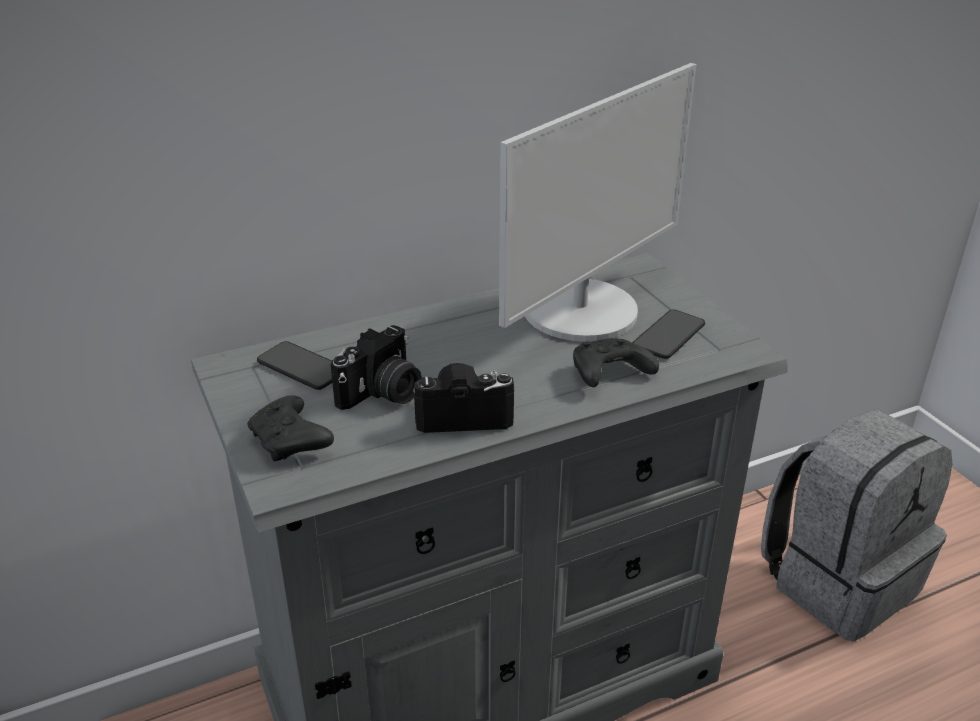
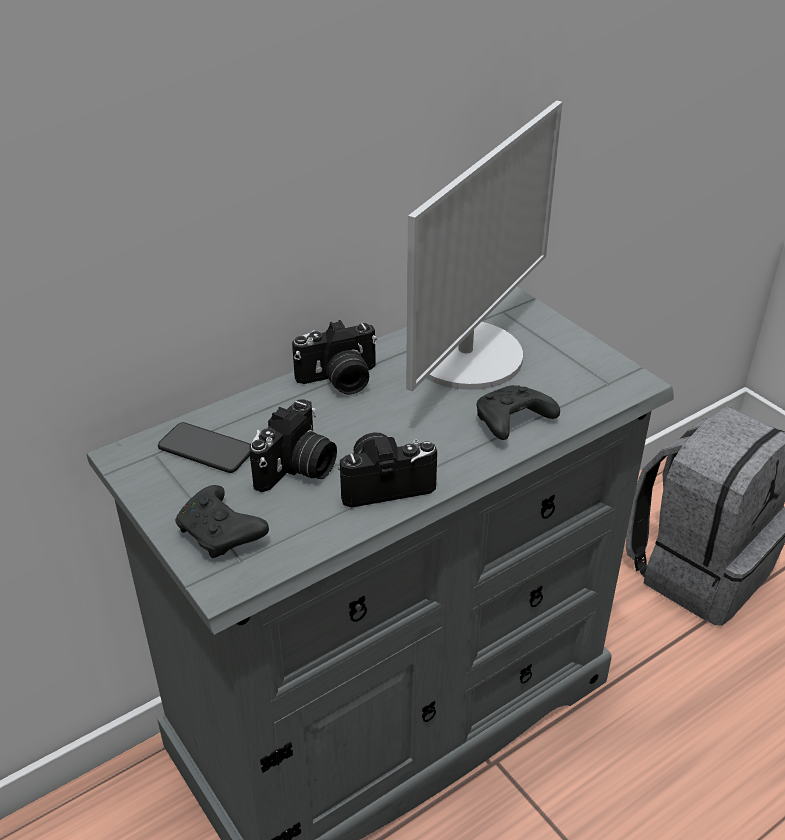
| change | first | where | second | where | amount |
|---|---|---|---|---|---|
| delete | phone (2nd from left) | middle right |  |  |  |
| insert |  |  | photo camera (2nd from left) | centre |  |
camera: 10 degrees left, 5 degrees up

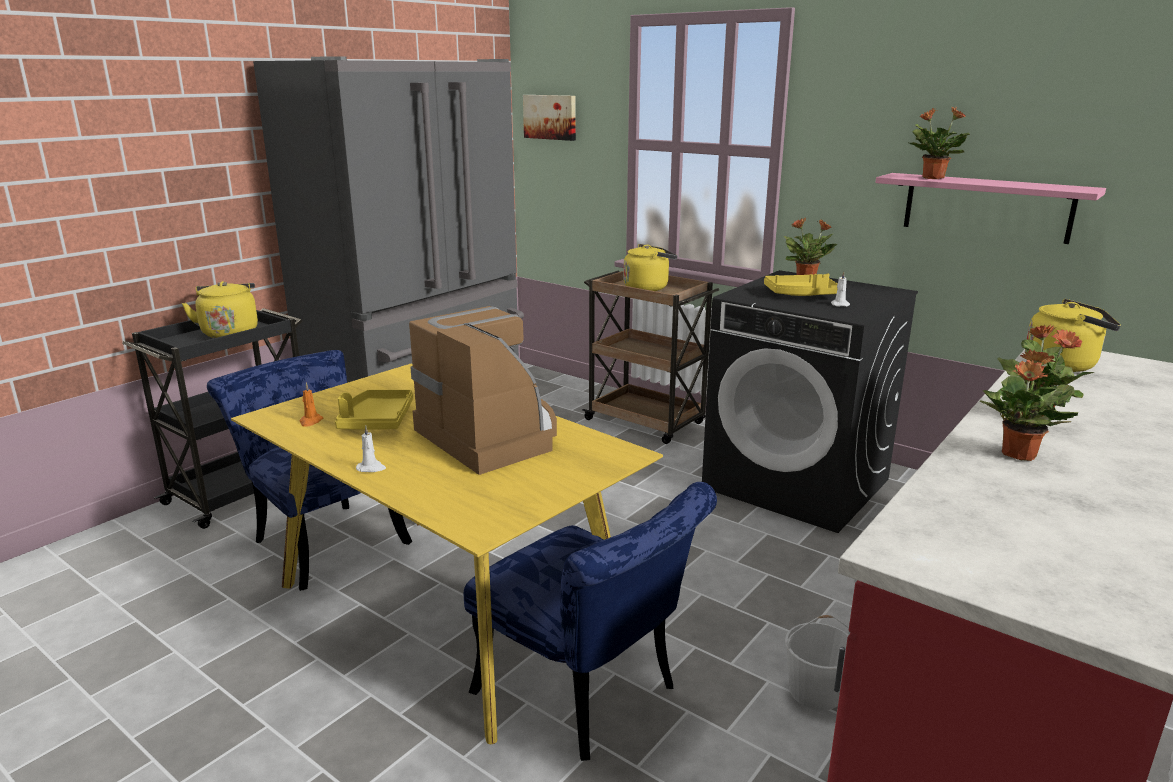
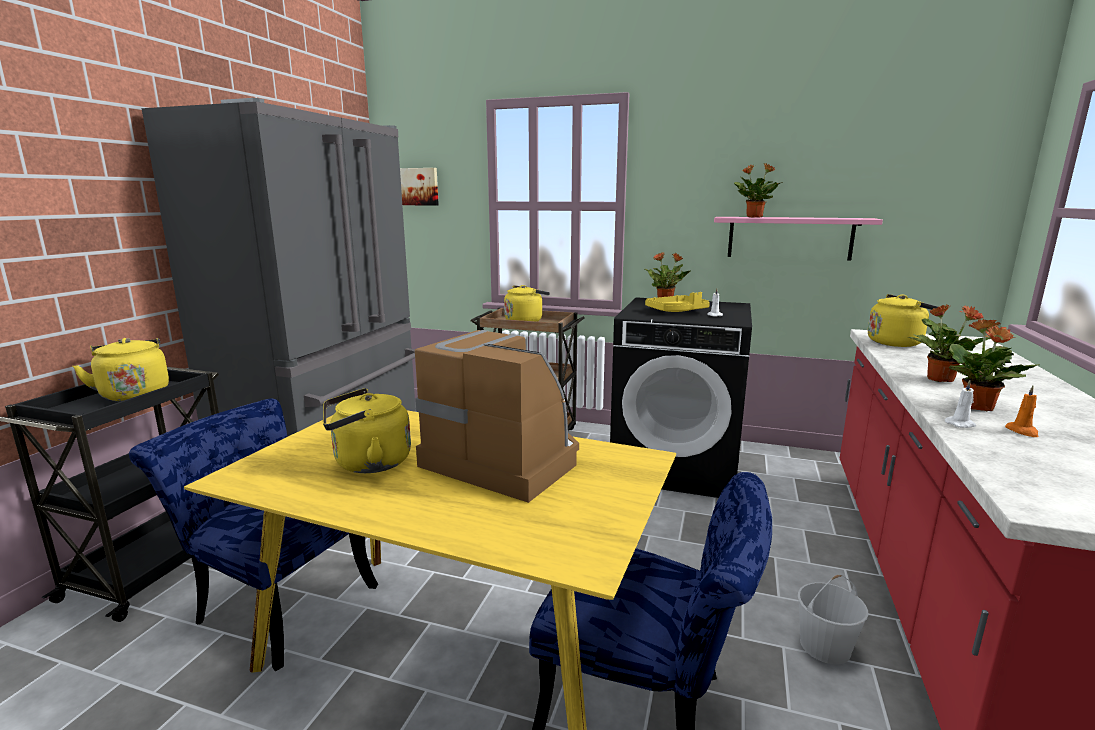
| change | first | where | second | where | amount |
|---|---|---|---|---|---|
| move | orange candle | middle left |  | middle right |  |
| move | white candle (1st from left in the first image) | middle left | white candle (2nd from left) | middle right |  |
| replace | yellow tray (1st from left) | middle left | yellow kettle (2nd from left) | centre |  |
camera: 20 degrees left, 5 degrees down

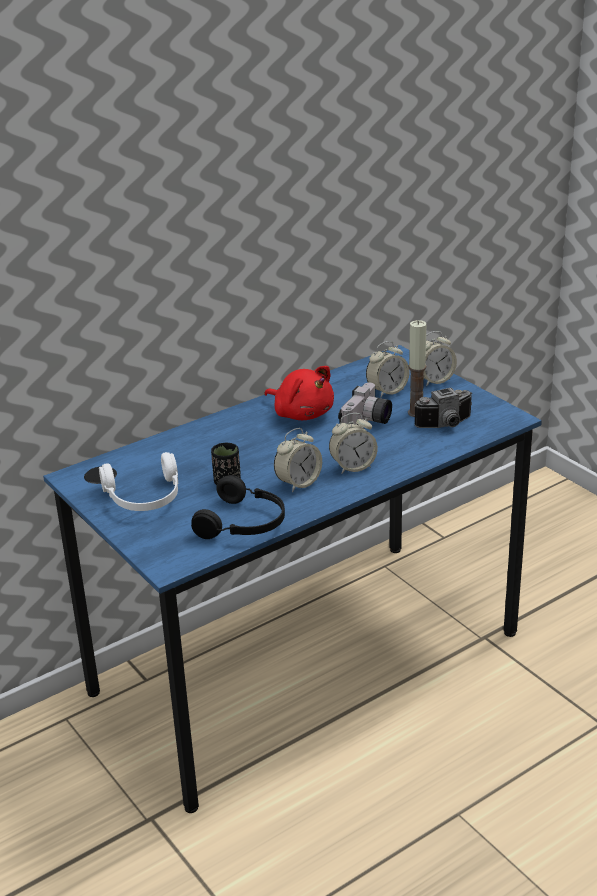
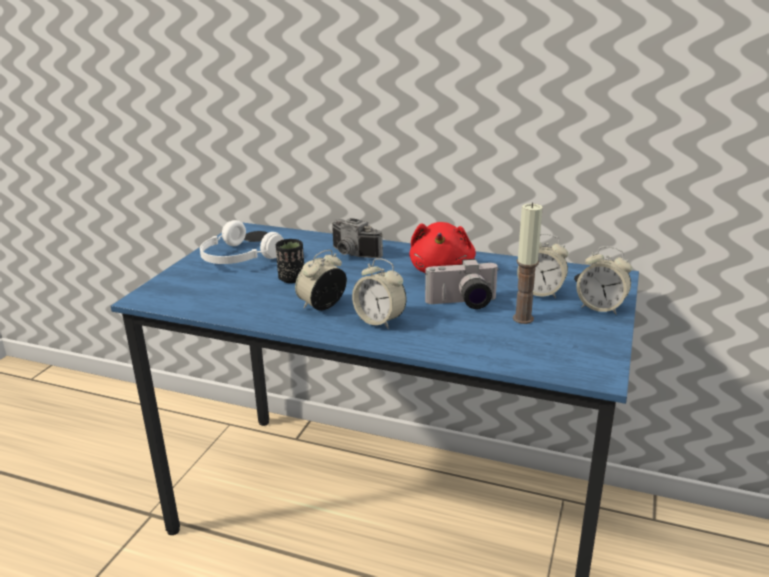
| change | first | where | second | where | amount |
|---|---|---|---|---|---|
| delete | black headphones | centre |  |  |  |
| move | photo camera (2nd from left in the first image) | middle right | photo camera (1st from left) | centre |  |
| rotate | alarm clock (1st from left) | centre |  | centre | 120 degrees clockwise |
camera: 55 degrees right, 5 degrees down

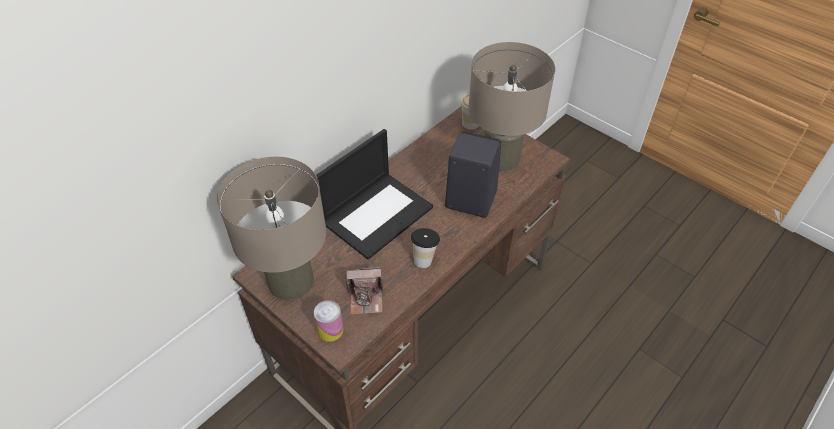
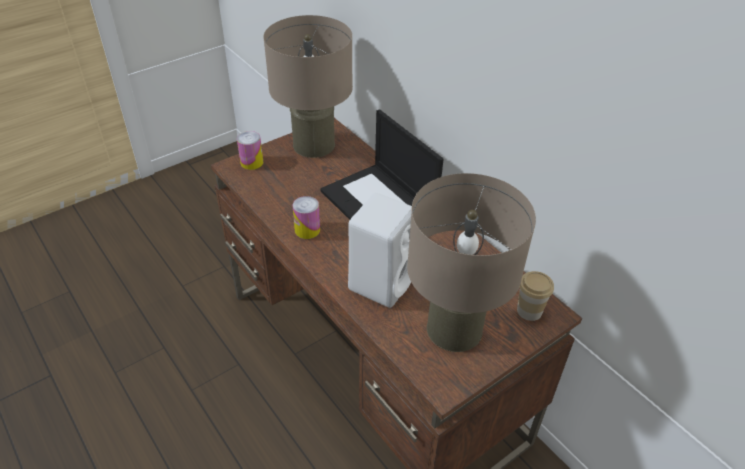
| change | first | where | second | where | amount |
|---|---|---|---|---|---|
| delete | photo camera | bottom centre |  |  |  |
| replace | cup (1st from left) | centre | can (2nd from left) | centre |  |
| recolor | black speaker | centre | white speaker | centre |  |
camera: 100 degrees right, 5 degrees down

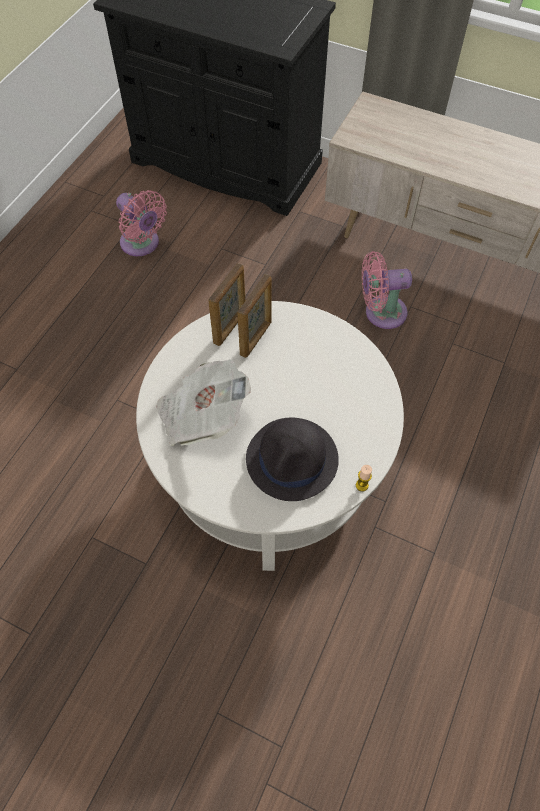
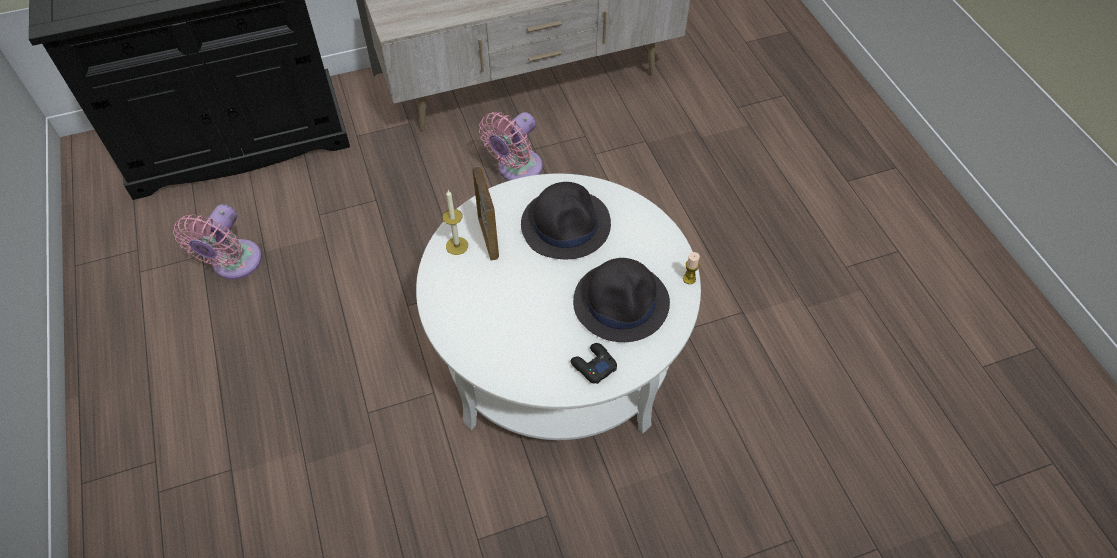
| change | first | where | second | where | amount |
|---|---|---|---|---|---|
| delete | newspaper | centre |  |  |  |
| insert |  |  | black hat (1st from left) | centre |  |
| insert |  |  | black game controller | centre |  |
| replace | picture frame (1st from left) | centre | candle (1st from left) | centre |  |
| rotate | pink fan (1st from left) | top left |  | middle left | 105 degrees clockwise |
camera: 45 degrees left, 5 degrees down

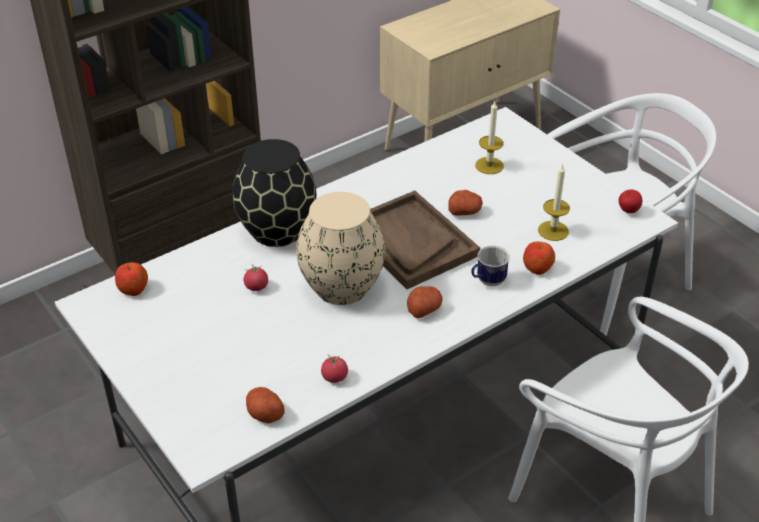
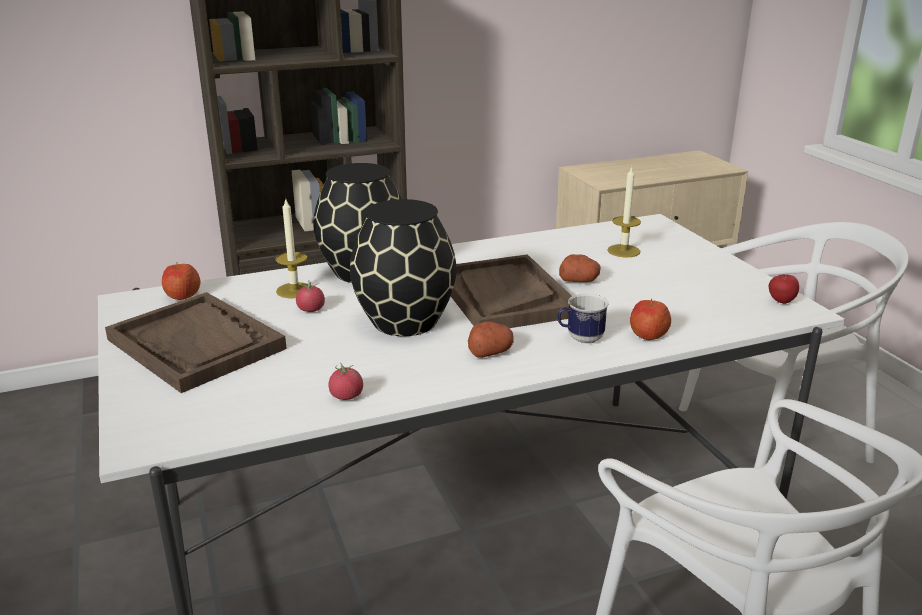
| change | first | where | second | where | amount |
|---|---|---|---|---|---|
| delete | potato (1st from left) | bottom centre |  |  |  |
| insert |  |  | brown tray (1st from left) | middle left |  |
| move | candle (2nd from left in the first image) | middle right | candle (1st from left) | middle left |  |
| recolor | beige vase | centre | black vase (2nd from left) | centre |  |
camera: 15 degrees right, 15 degrees down

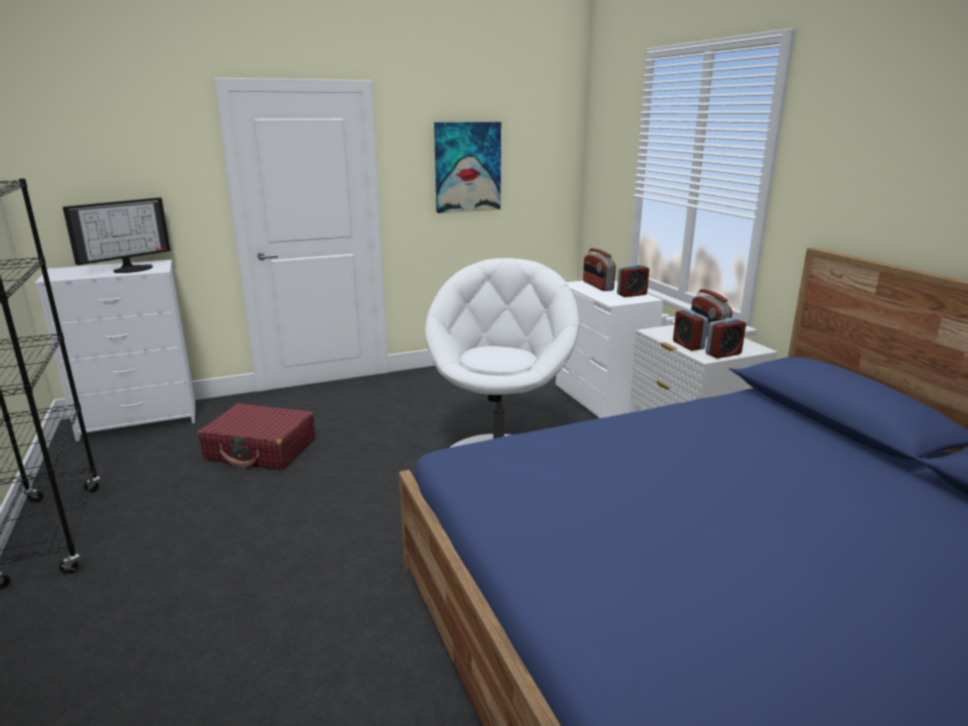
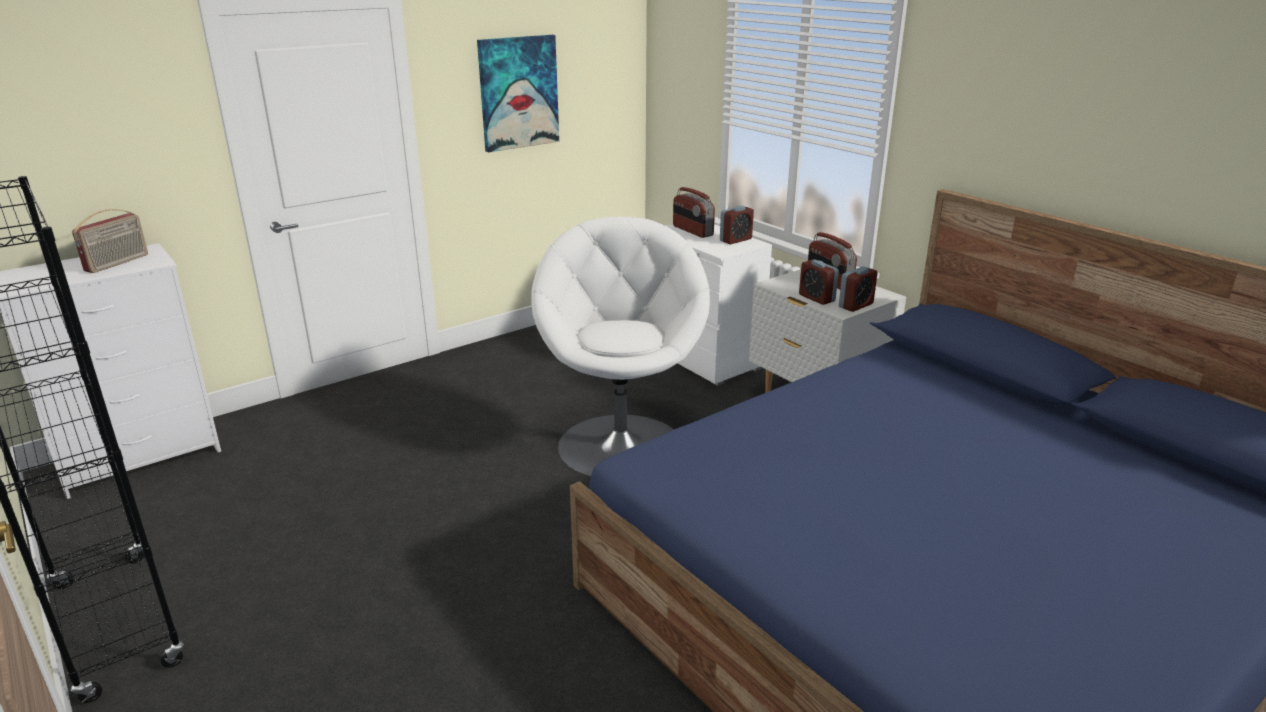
| change | first | where | second | where | amount |
|---|---|---|---|---|---|
| delete | red suitcase | middle left |  |  |  |
| replace | monitor | top left | radio (1st from left) | middle left |  |
camera: 15 degrees left, 5 degrees up

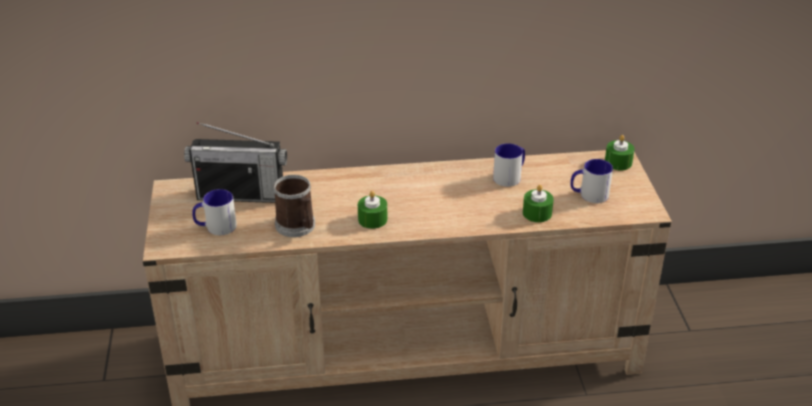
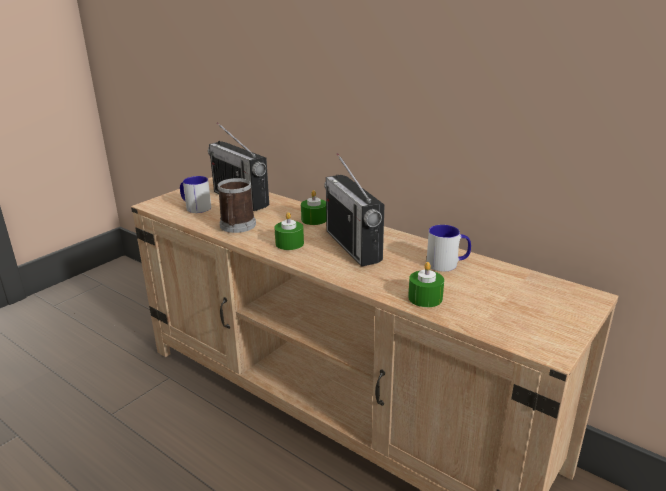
| change | first | where | second | where | amount |
|---|---|---|---|---|---|
| delete | mug (4th from left) | middle right |  |  |  |
| insert |  |  | radio (2nd from left) | centre |  |
| move | green candle (3rd from left in the first image) | middle right | green candle (2nd from left) | centre |  |
camera: 45 degrees right, 10 degrees down

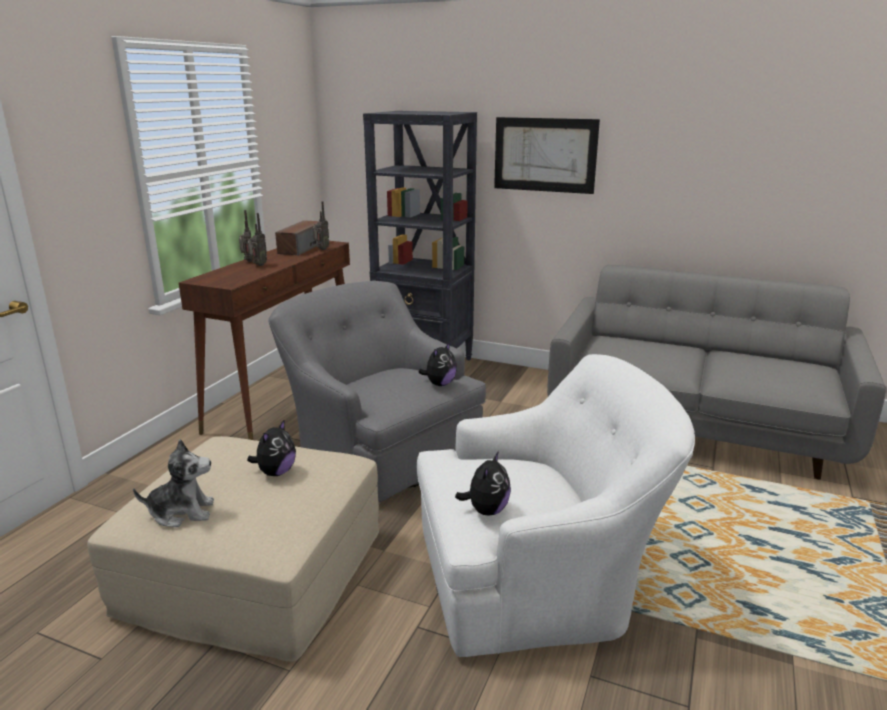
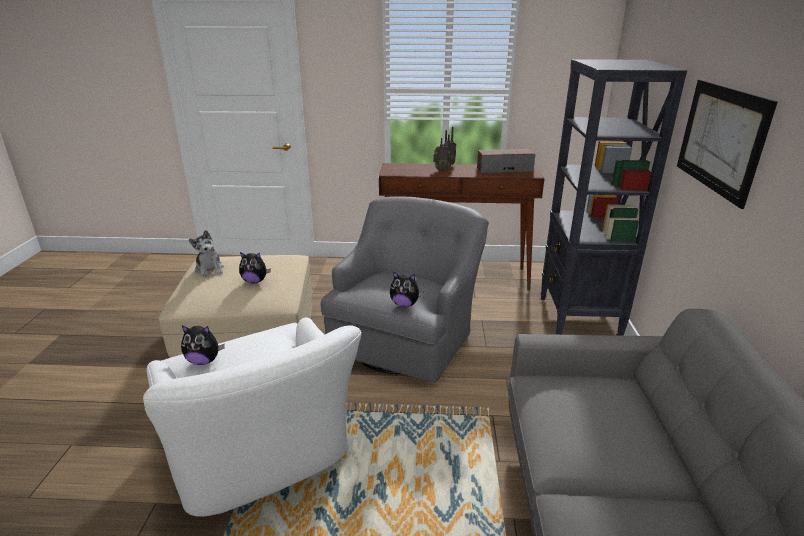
| change | first | where | second | where | amount |
|---|---|---|---|---|---|
| delete | radio (3rd from left) | top centre |  |  |  |
camera: 70 degrees right, 5 degrees up

